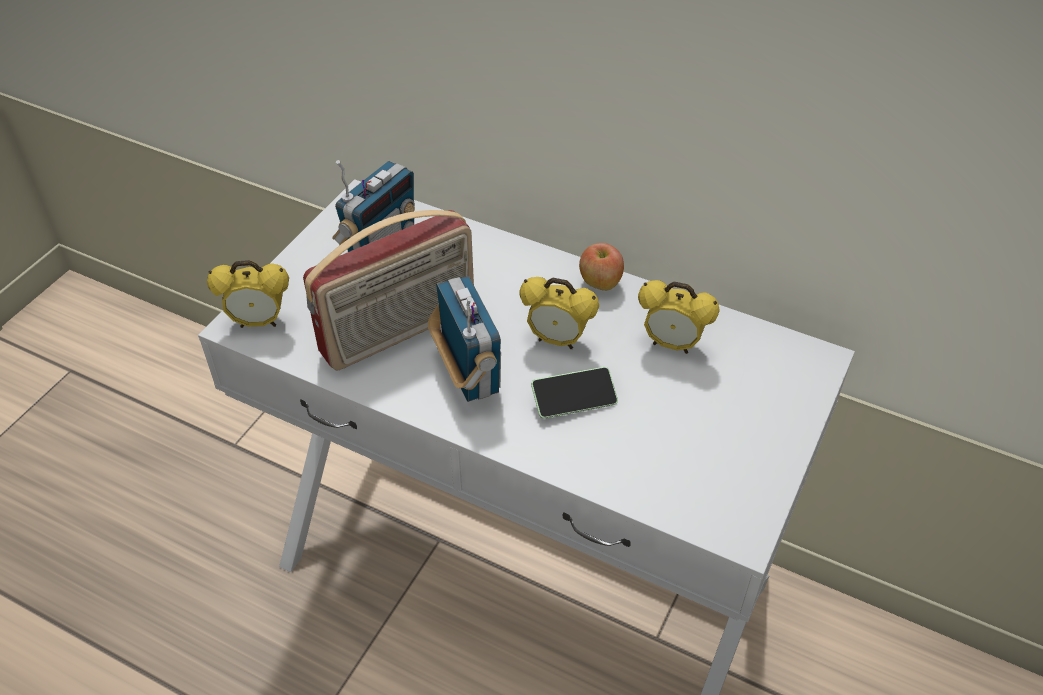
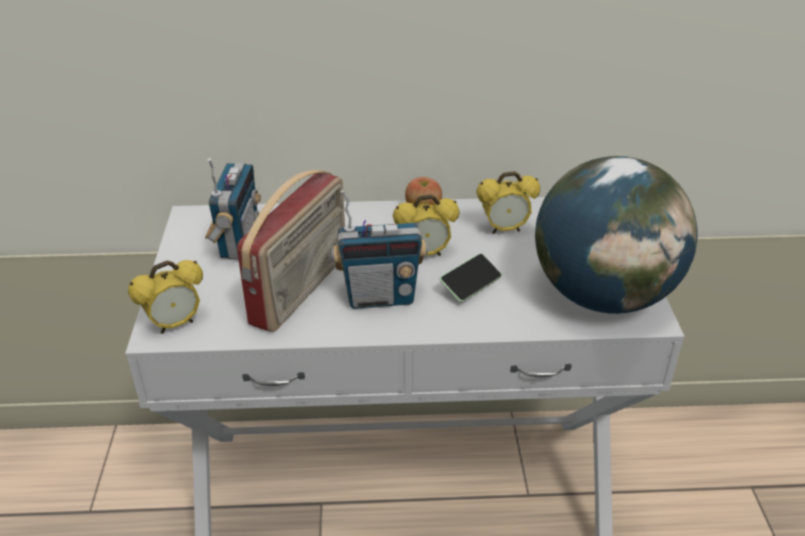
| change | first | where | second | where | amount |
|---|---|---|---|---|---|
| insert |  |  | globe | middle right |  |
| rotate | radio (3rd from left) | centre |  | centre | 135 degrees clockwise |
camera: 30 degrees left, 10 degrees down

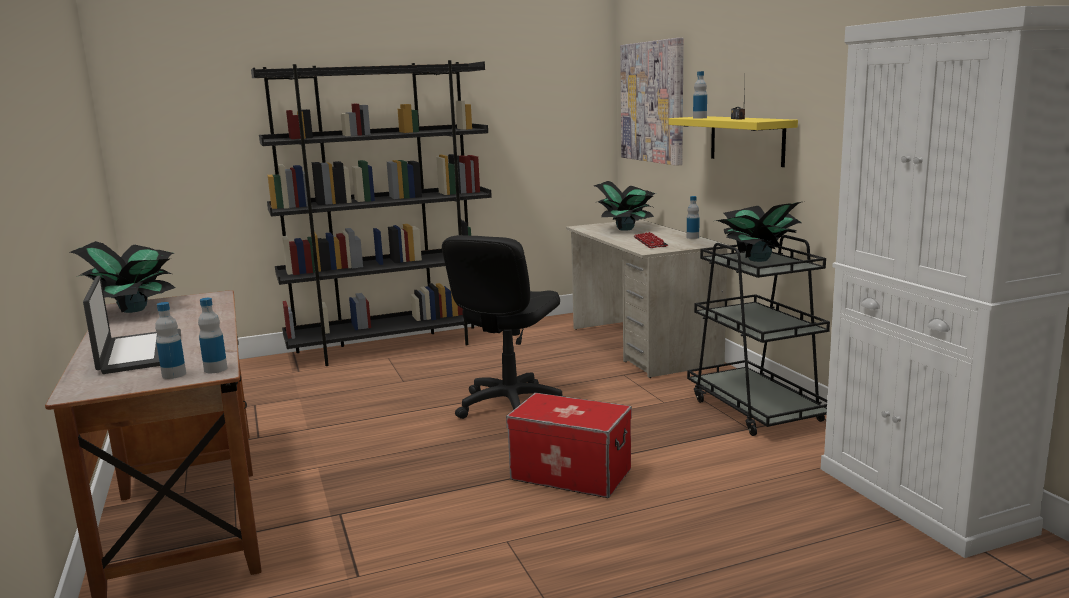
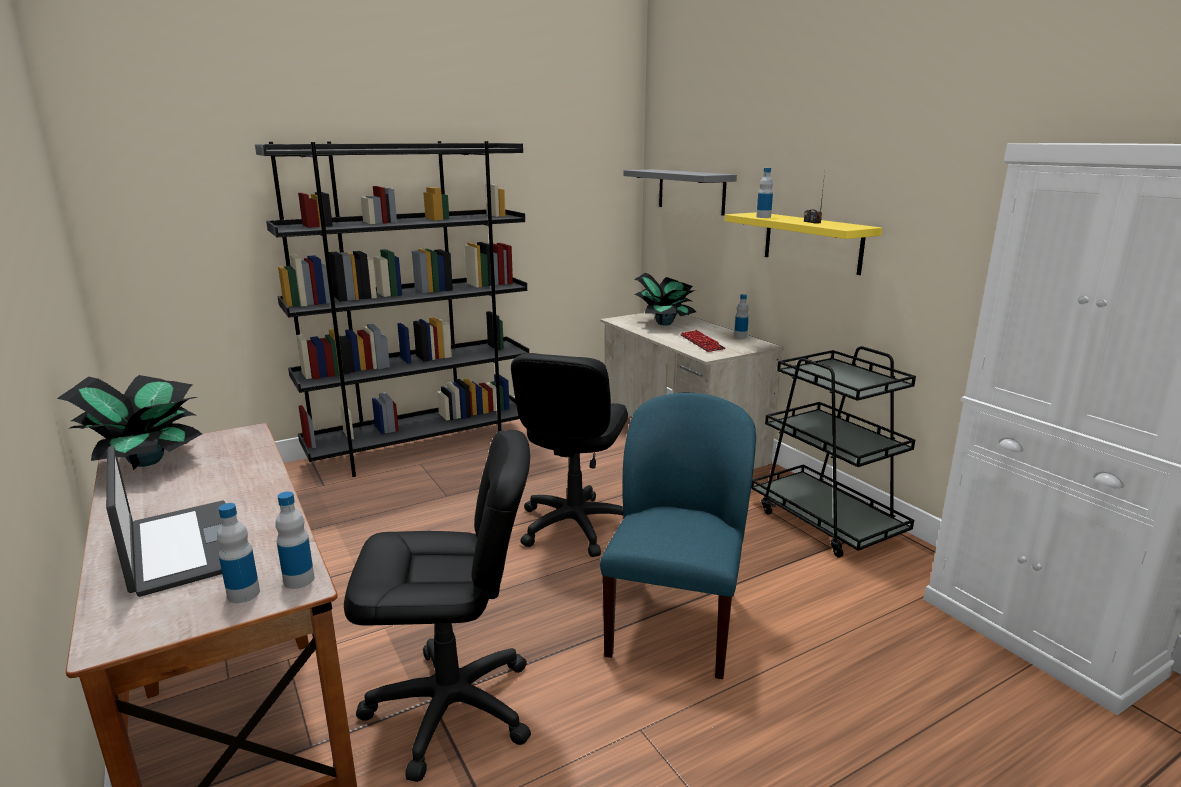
| change | first | where | second | where | amount |
|---|---|---|---|---|---|
| delete | potted plant (3rd from left) | middle right |  |  |  |
| insert |  |  | black office chair (1st from left) | bottom centre |  |
| replace | storage box | bottom centre | blue chair | bottom centre |  |
| replace | picture | top centre | grey shelf | top centre |  |
camera: 10 degrees left, 5 degrees up

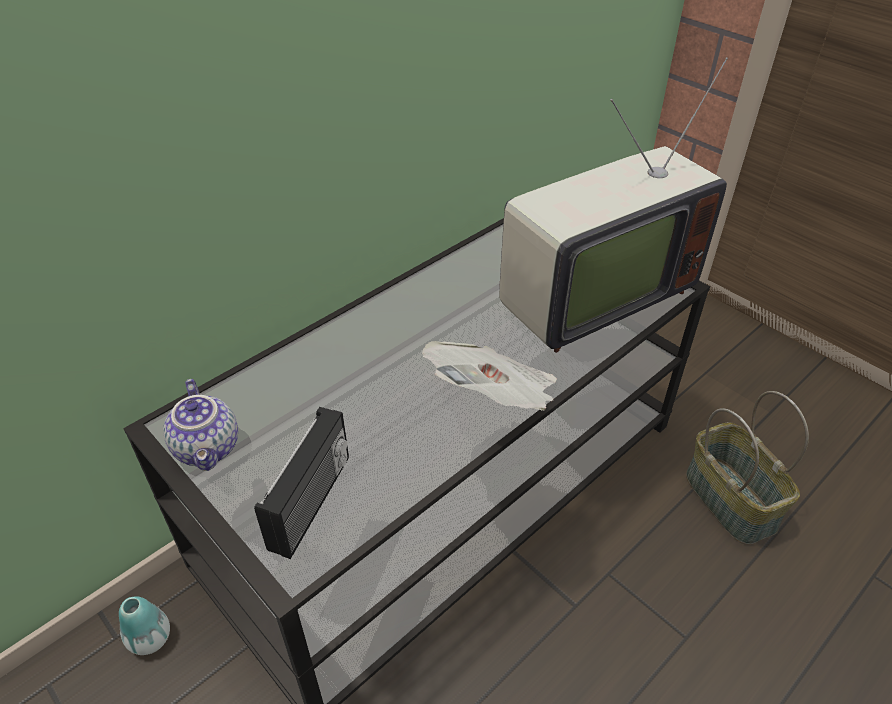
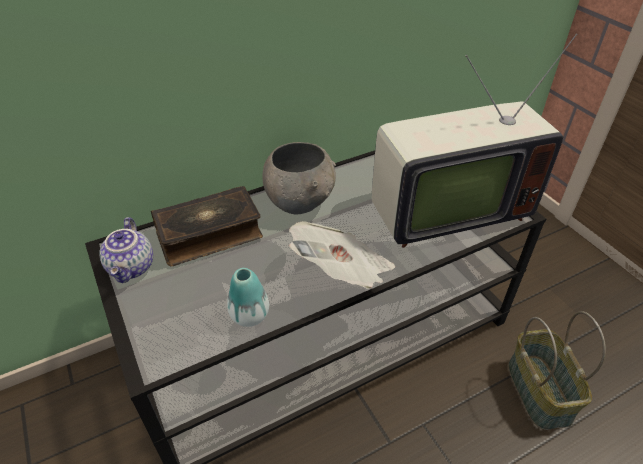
| change | first | where | second | where | amount |
|---|---|---|---|---|---|
| delete | radio | bottom centre |  |  |  |
| insert |  |  | book | middle left |  |
| insert |  |  | grey bowl | centre |  |
| move | vase | bottom left |  | centre |  |
camera: 15 degrees right, 0 degrees up

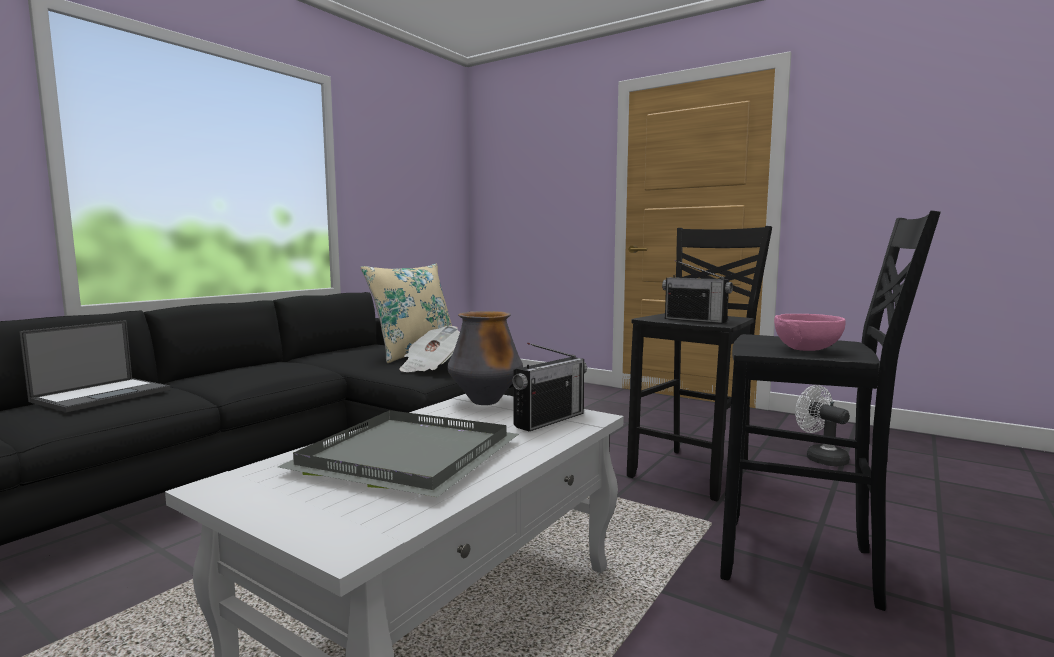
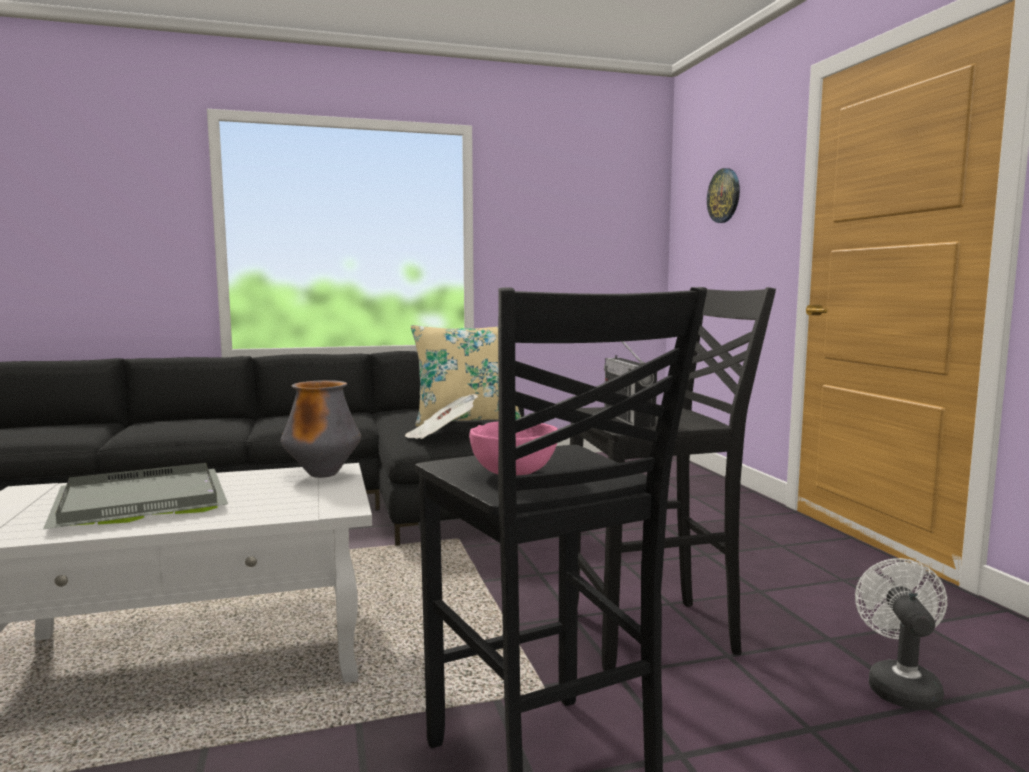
| change | first | where | second | where | amount |
|---|---|---|---|---|---|
| delete | laptop | middle left |  |  |  |
| delete | radio (1st from left) | centre |  |  |  |
| insert |  |  | wall clock | top right |  |
camera: 40 degrees right, 0 degrees up

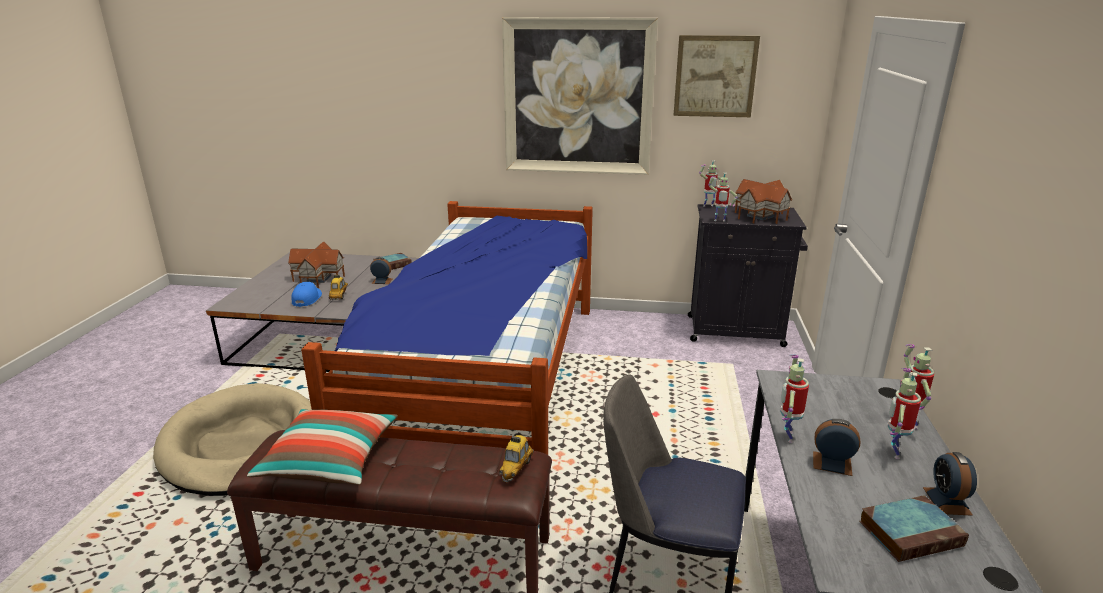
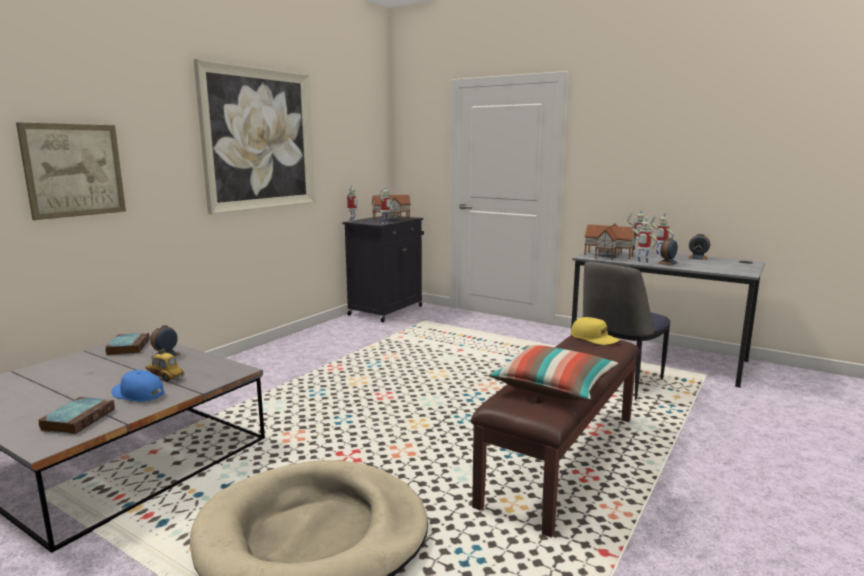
| change | first | where | second | where | amount |
|---|---|---|---|---|---|
| delete | bed | centre |  |  |  |
| move | toy house (1st from left in the first image) | middle left | toy house (2nd from left) | middle right |  |
| move | picture (2nd from left in the first image) | top centre | picture (1st from left) | top left |  |
| move | book (2nd from left in the first image) | bottom right | book (1st from left) | bottom left |  |
| replace | toy car (2nd from left) | bottom centre | yellow cap | middle right |  |
camera: 65 degrees left, 10 degrees down

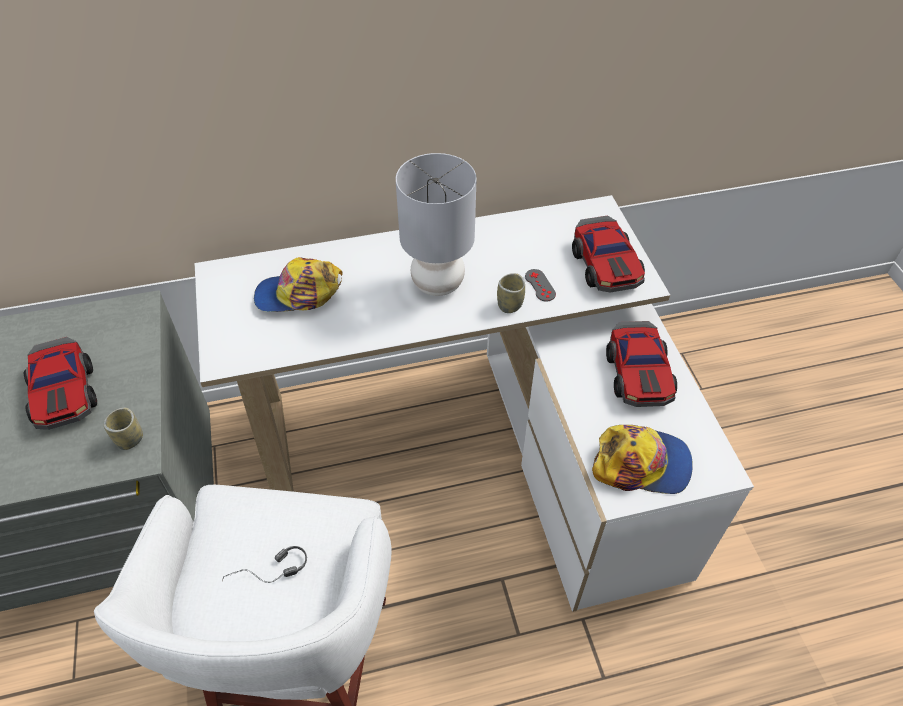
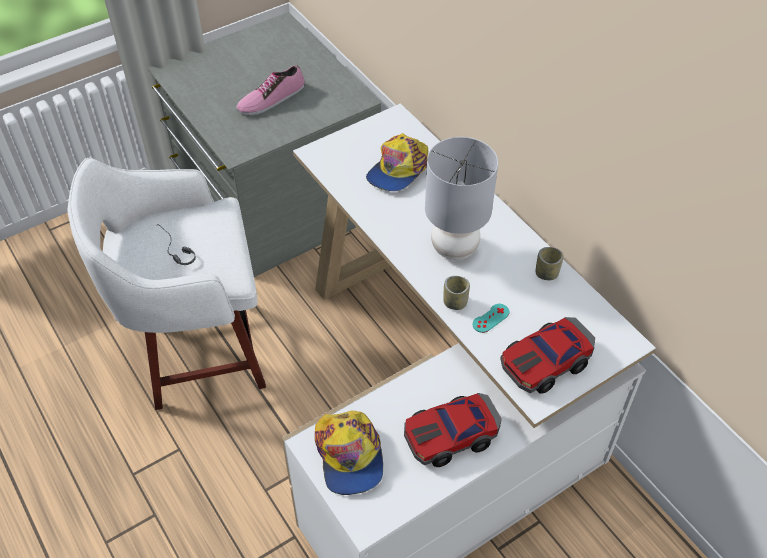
| change | first | where | second | where | amount |
|---|---|---|---|---|---|
| move | cup (1st from left in the first image) | middle left | cup (2nd from left) | middle right |  |
| replace | toy car (1st from left) | middle left | shoe | top centre |  |
| recolor | grey game controller | centre | turquoise game controller | centre |  |
| rotate | cap (1st from left in the first image) | middle left | cap (2nd from left) | top centre | 120 degrees counterclockwise |
camera: 70 degrees right, 0 degrees up

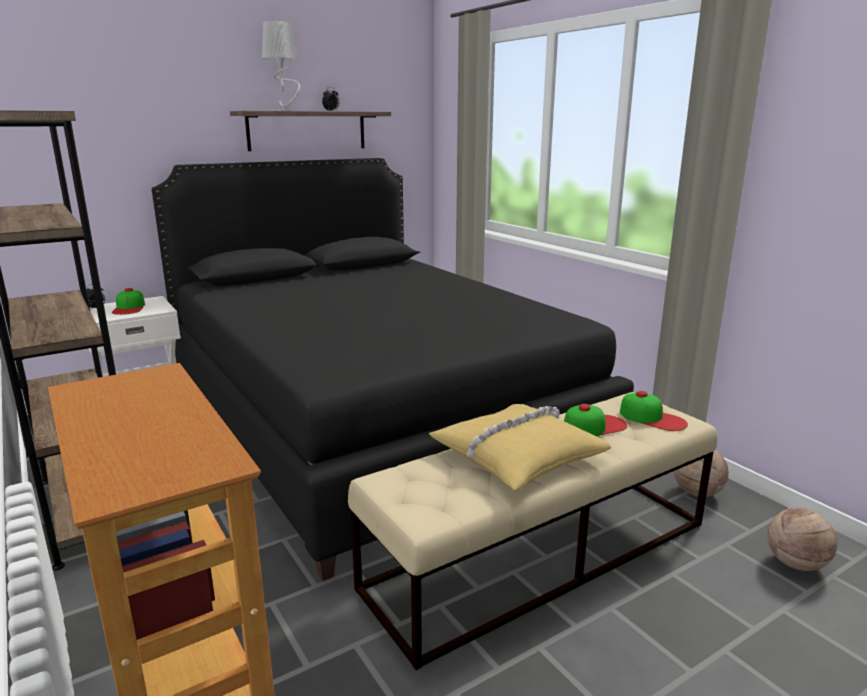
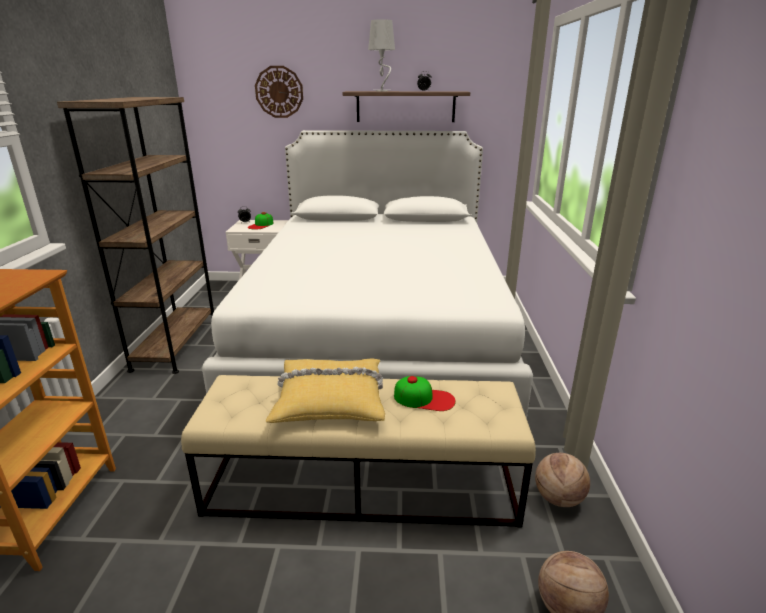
| change | first | where | second | where | amount |
|---|---|---|---|---|---|
| delete | cap (3rd from left) | middle right |  |  |  |
| insert |  |  | wall clock | top centre |  |
| recolor | black bed | centre | white bed | centre |  |
camera: 35 degrees right, 5 degrees up

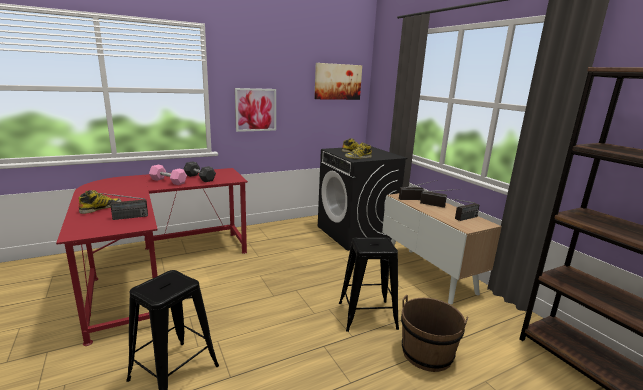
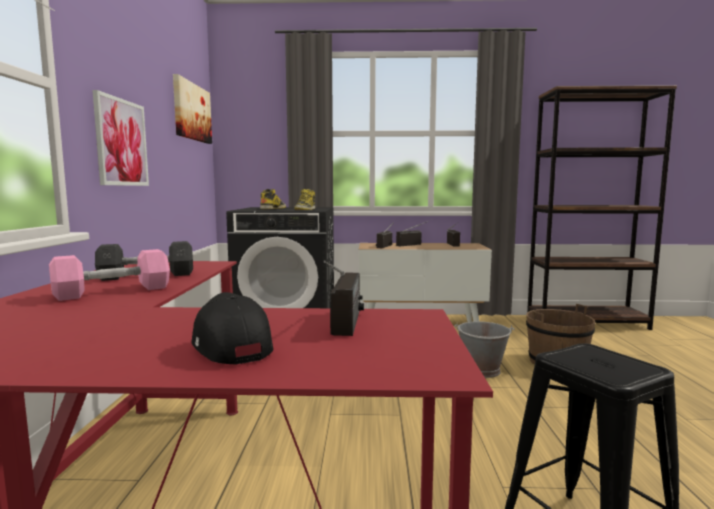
| change | first | where | second | where | amount |
|---|---|---|---|---|---|
| replace | boot (1st from left) | middle left | black cap | middle left |  |
| replace | black stool (2nd from left) | bottom centre | grey bucket | bottom right |  |
camera: 60 degrees left, 10 degrees down

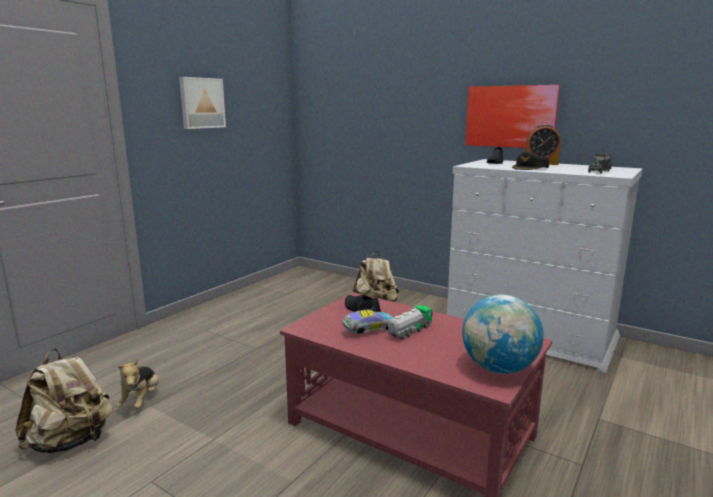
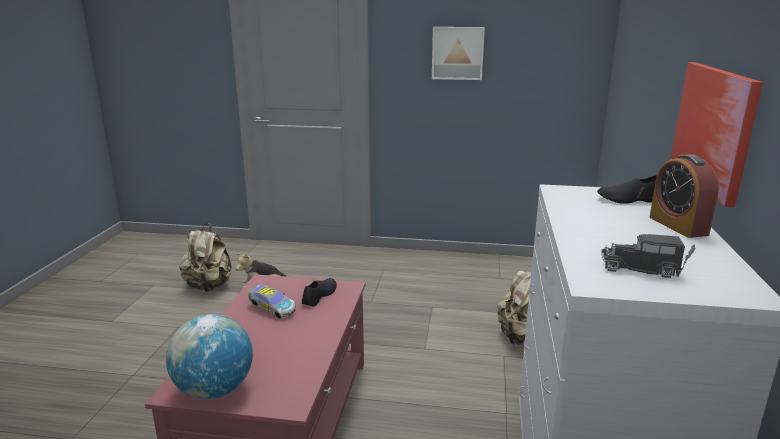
| change | first | where | second | where | amount |
|---|---|---|---|---|---|
| delete | toy truck (1st from left) | centre |  |  |  |
| delete | black cap | top right |  |  |  |
camera: 65 degrees right, 5 degrees up

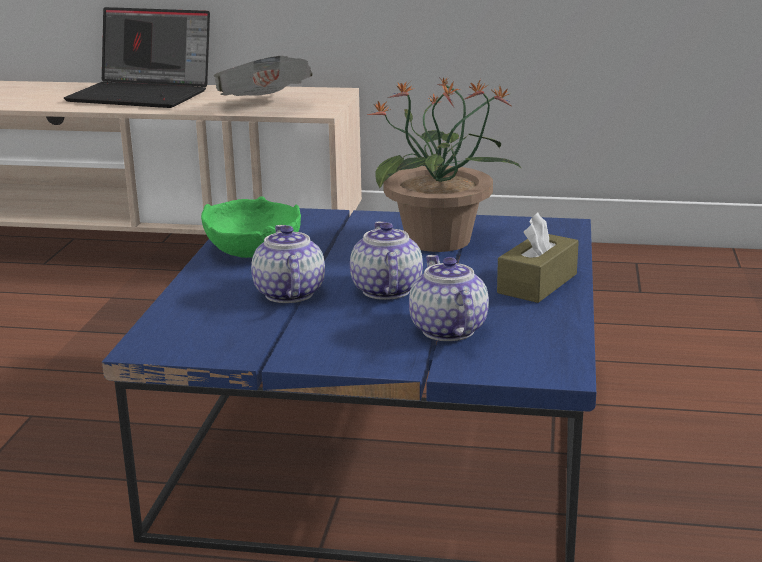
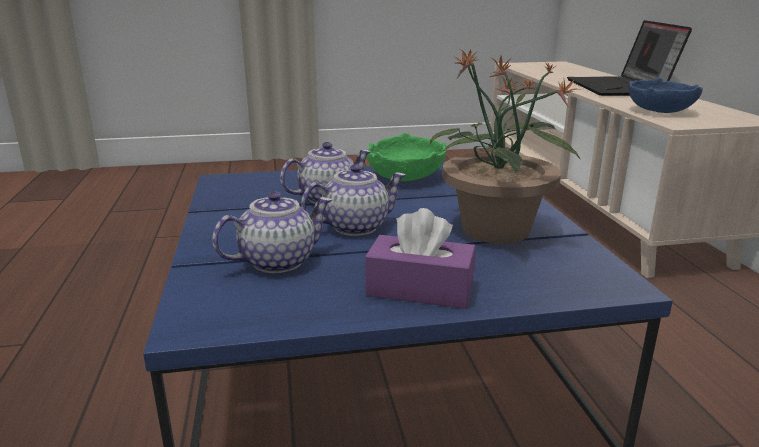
| change | first | where | second | where | amount |
|---|---|---|---|---|---|
| replace | newspaper | top centre | blue bowl | top right |  |
| recolor | brown tissue box | middle right | purple tissue box | centre |  |
camera: 70 degrees right, 0 degrees up

